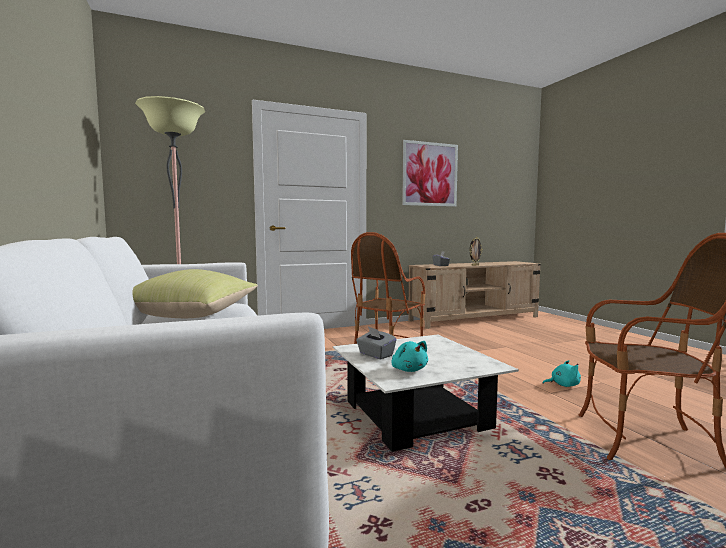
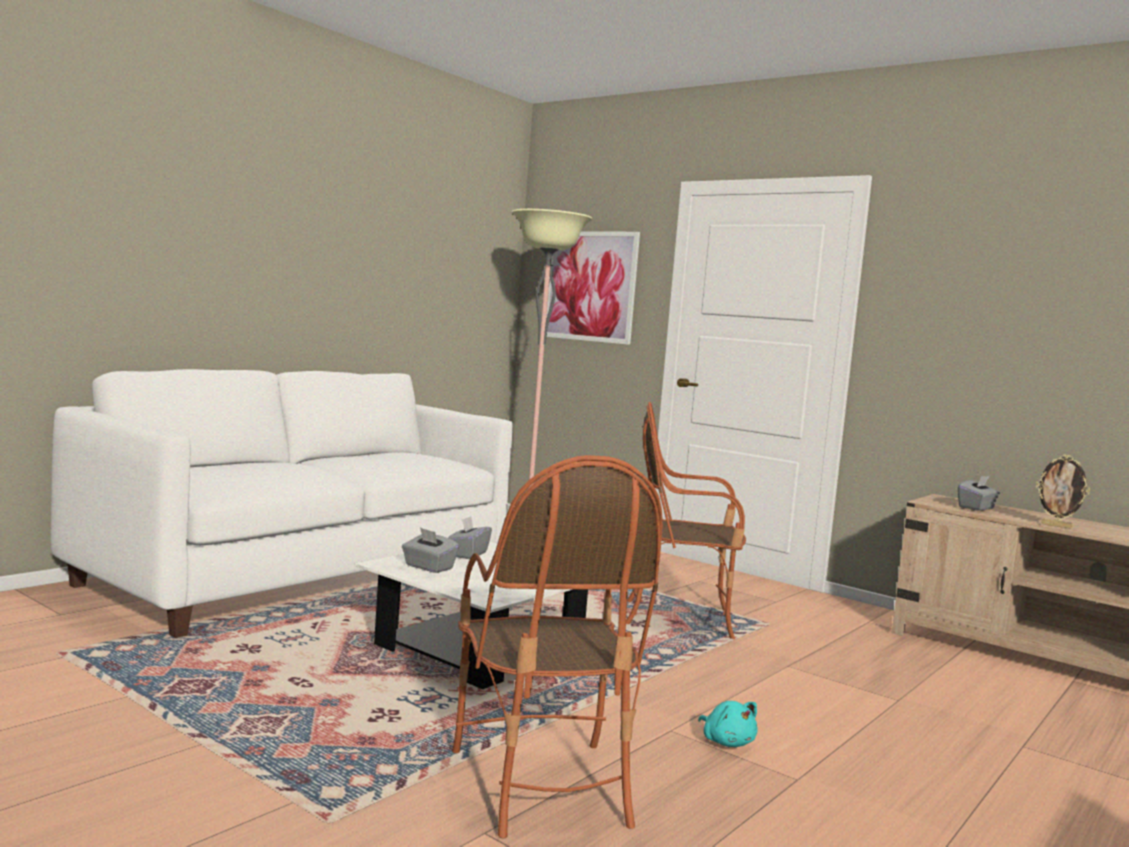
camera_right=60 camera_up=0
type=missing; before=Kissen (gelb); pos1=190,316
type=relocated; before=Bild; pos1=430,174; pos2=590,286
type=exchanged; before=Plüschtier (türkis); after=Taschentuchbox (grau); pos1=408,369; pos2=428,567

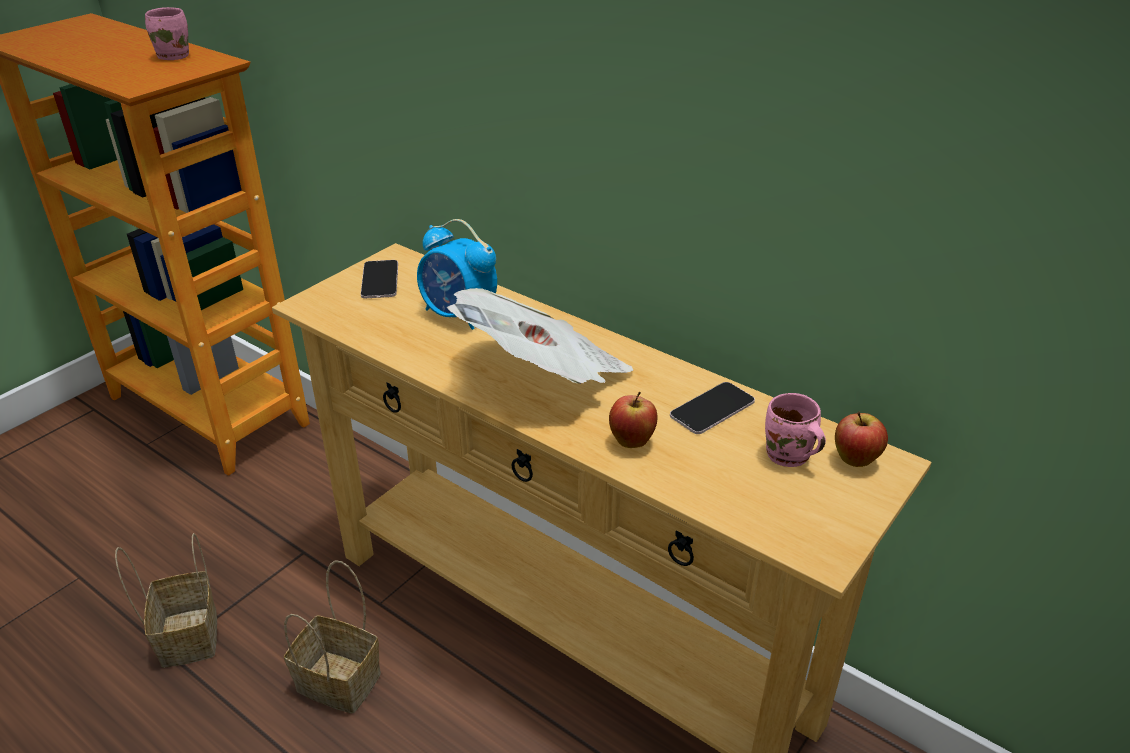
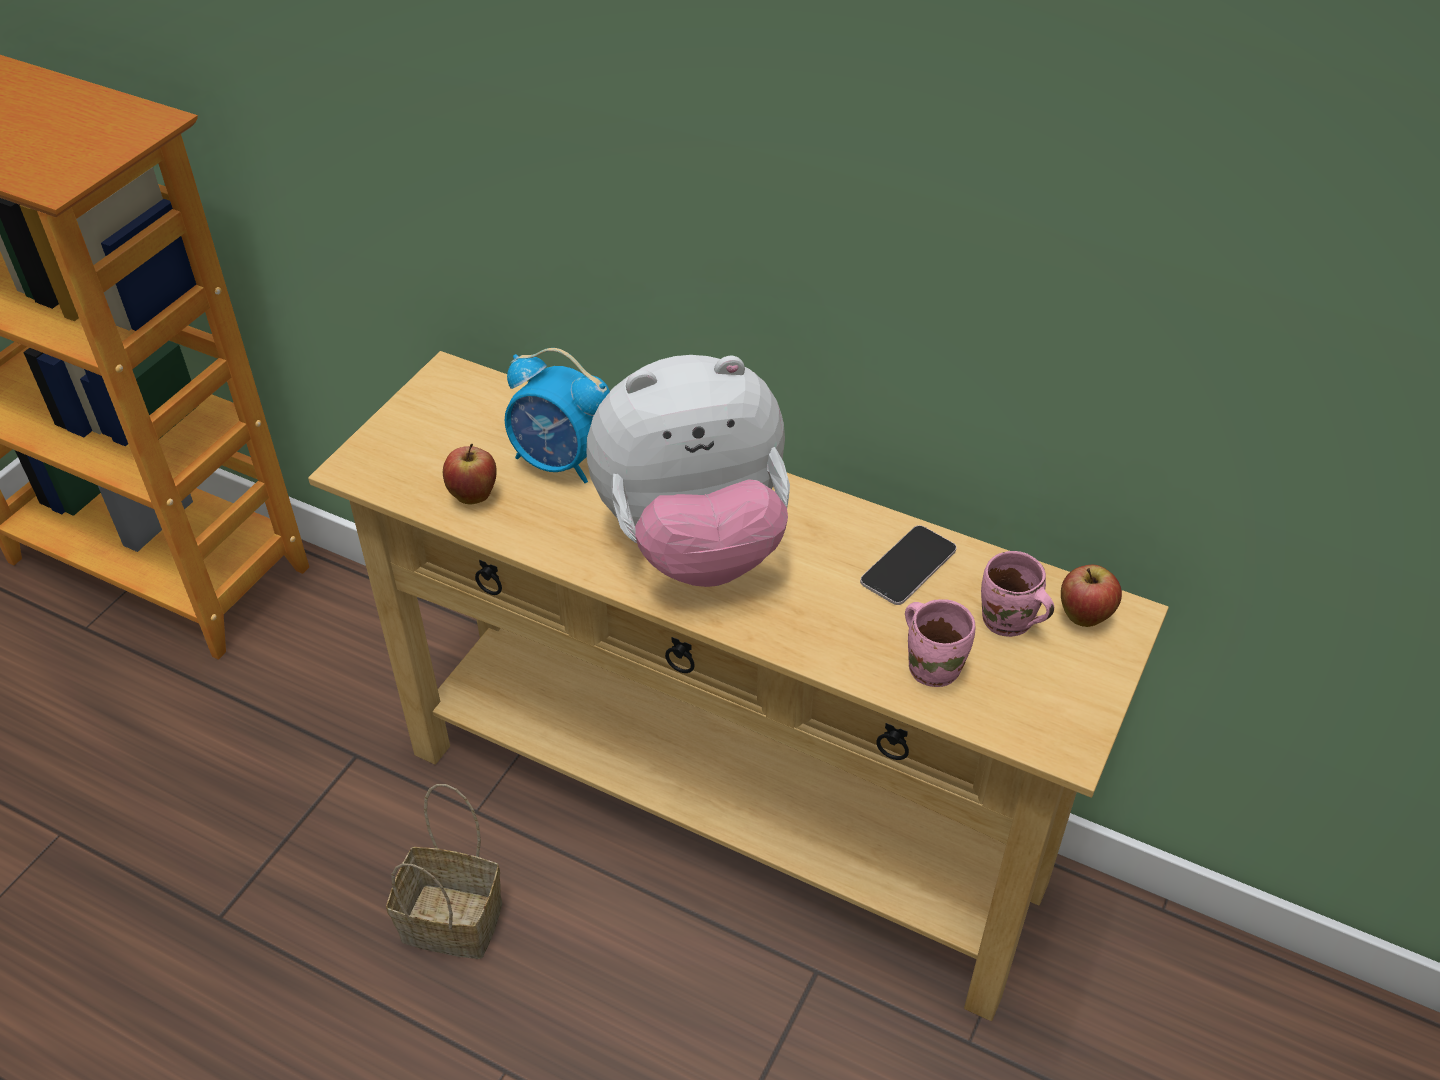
camera_right=-10 camera_up=10
type=missing; before=Korb; pos1=187,635
type=missing; before=Handy; pos1=380,280
type=relocated; before=Henkelbecher (rosa); pos1=175,55; pos2=934,665
type=relocated; before=Apfel; pos1=632,442; pos2=473,496
type=exchanged; before=Zeitung; after=Plüschtier; pos1=544,376; pos2=694,543

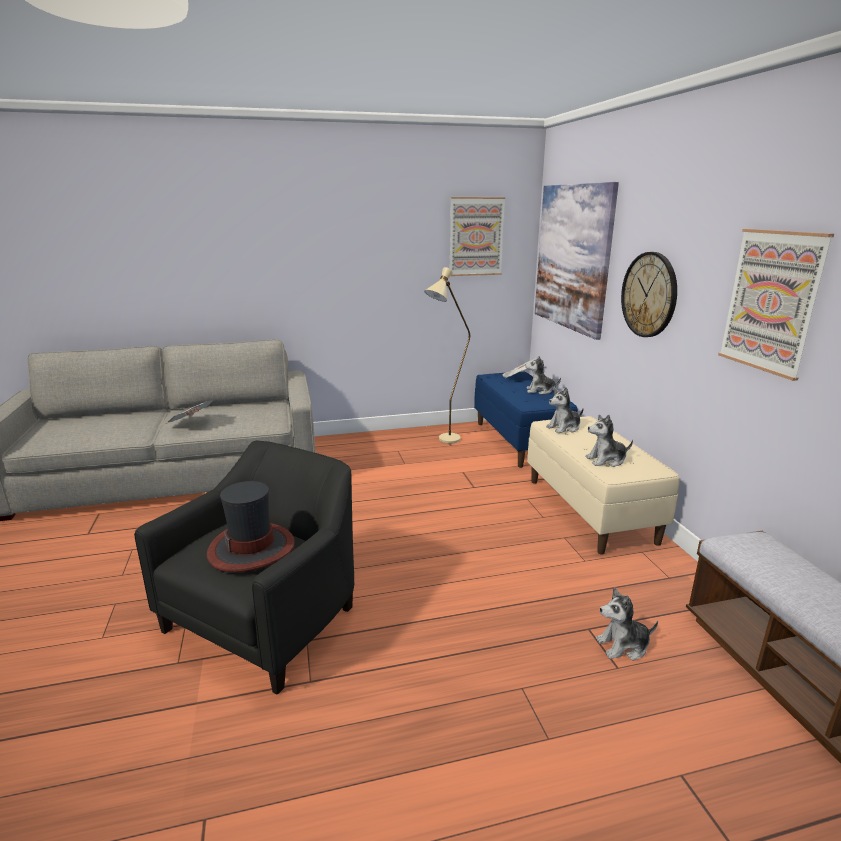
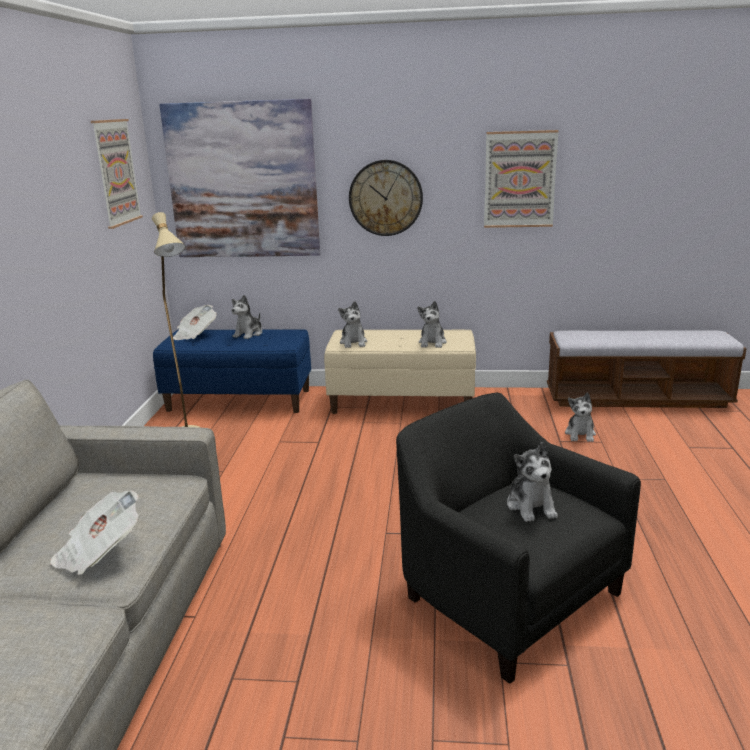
camera_right=-70 camera_up=0
type=exchanged; before=Hut; after=Plüschtier; pos1=252,548; pos2=531,506

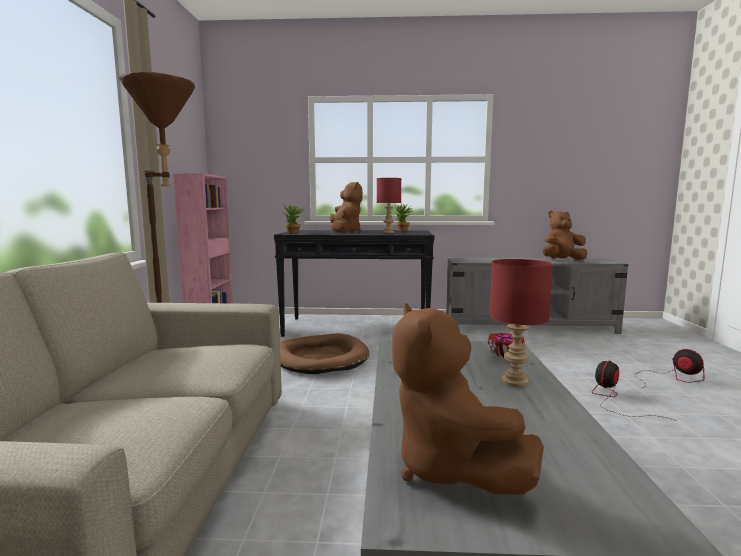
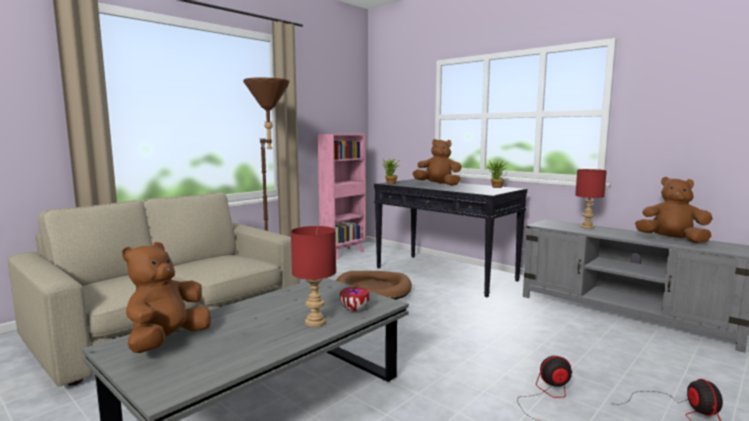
camera_right=40 camera_up=0
type=relocated; before=Tischlampe (rot); pos1=388,232; pos2=587,227
type=spun; before=Plüschtier (braun); pos1=345,232; pos2=438,185; turn=-105

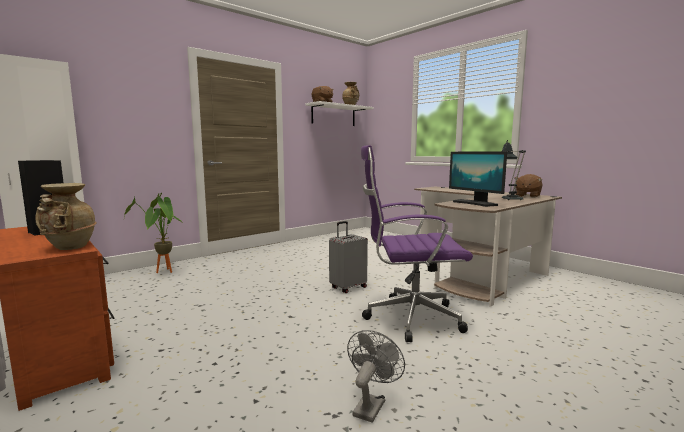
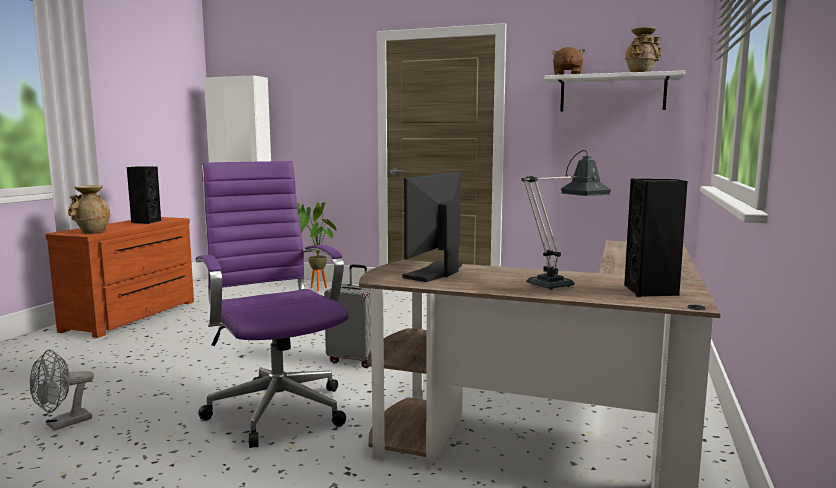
camera_right=60 camera_up=0
type=exchanged; before=Plüschtier (braun); after=Lautsprecher (schwarz); pos1=527,196; pos2=651,291
type=spun; before=Ventilator (grau); pos1=371,405; pos2=62,424; turn=135

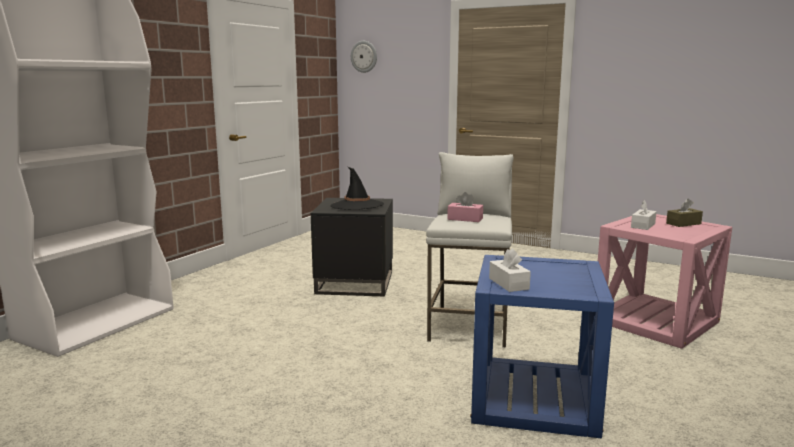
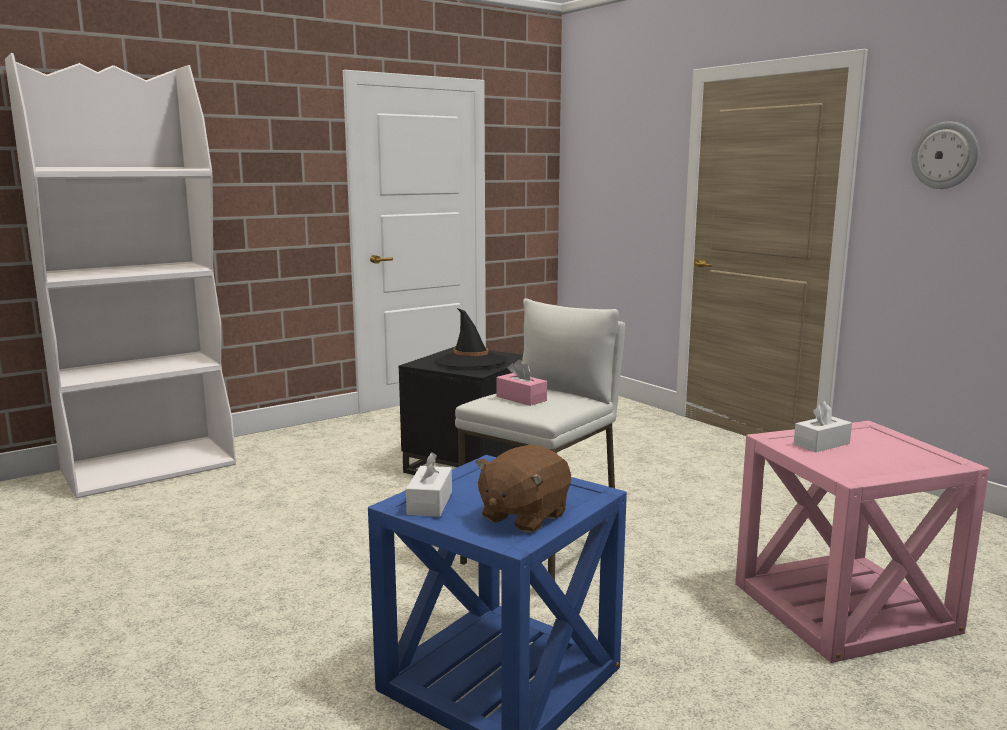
camera_right=25 camera_up=0
type=missing; before=Taschentuchbox (braun); pos1=683,223
type=appeared; after=Plüschtier (braun); pos2=523,516
type=relocated; before=Wanduhr; pos1=364,56; pos2=945,155

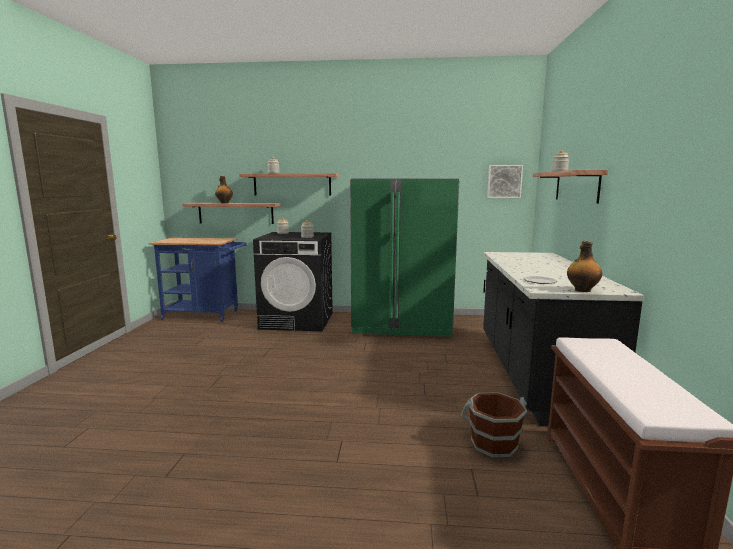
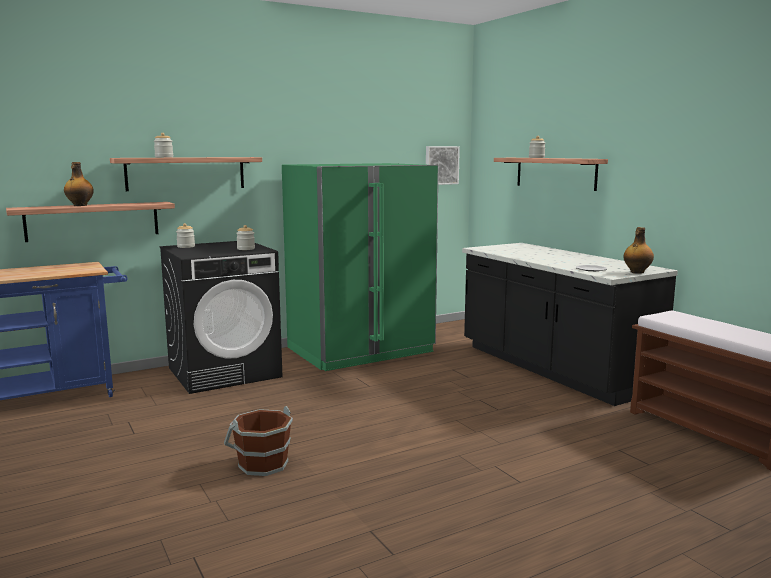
camera_right=-35 camera_up=0
type=relocated; before=Eimer (braun); pos1=493,443; pos2=262,464

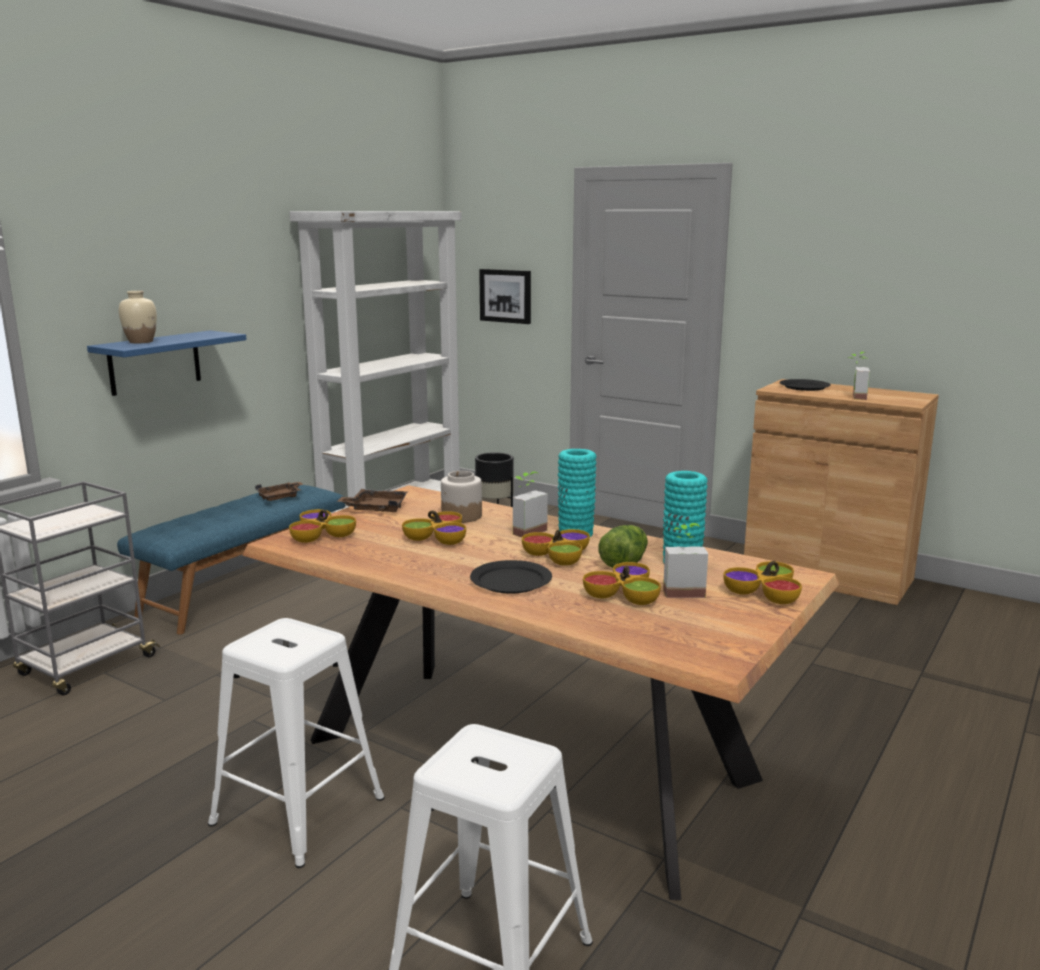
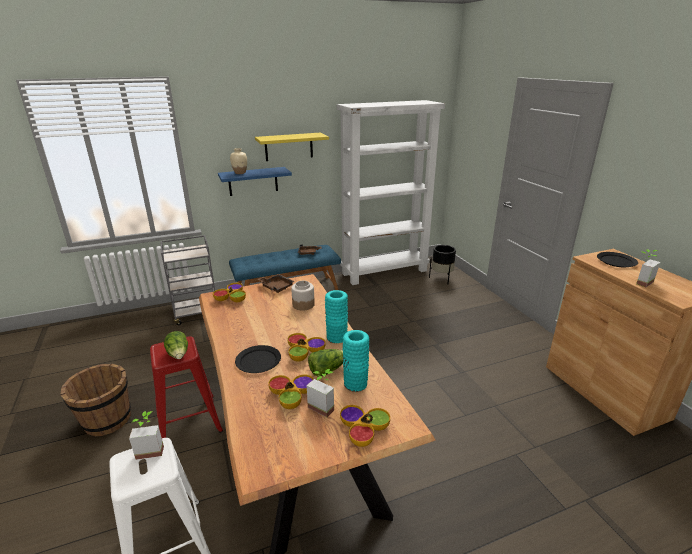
camera_right=35 camera_up=10
type=missing; before=Schüssel; pos1=438,537
type=missing; before=Bild; pos1=506,296
type=appeared; after=Eimer (braun); pos2=106,420
type=appeared; after=Salatkopf; pos2=179,354
type=appeared; after=Wandregal (gelb); pos2=289,146
type=relocated; before=Topfpflanze; pos1=525,530; pos2=151,448
type=colour; before=Hocker (weiß); after=Hocker (rot); pos1=295,811; pos2=188,420

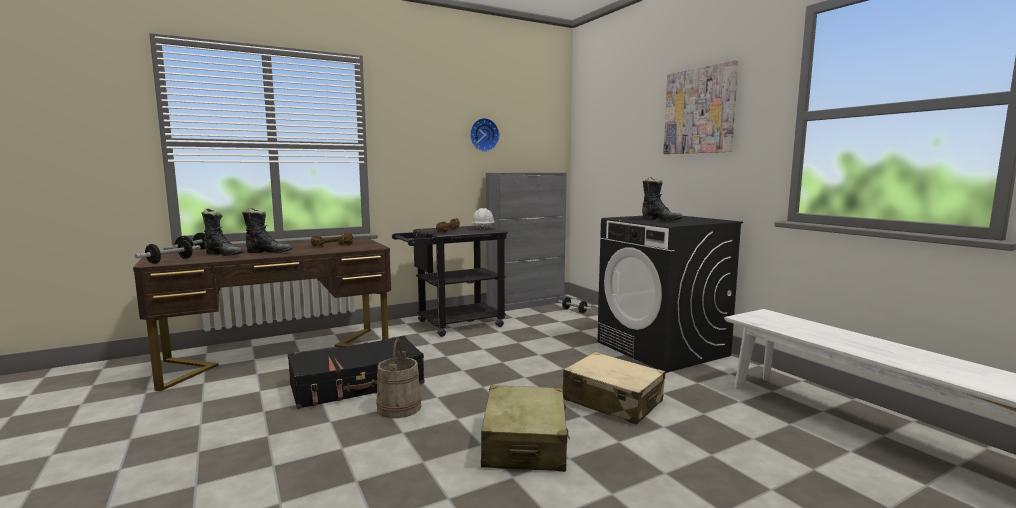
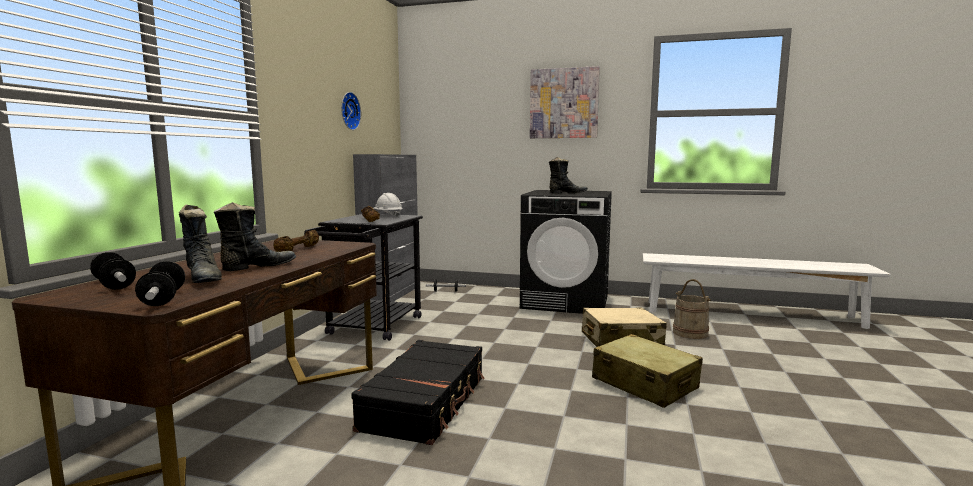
camera_right=-45 camera_up=0
type=relocated; before=Eimer (beige); pos1=399,408; pos2=690,333
type=spun; before=Stiefel (schwarz); pos1=224,254; pos2=204,279; turn=75

